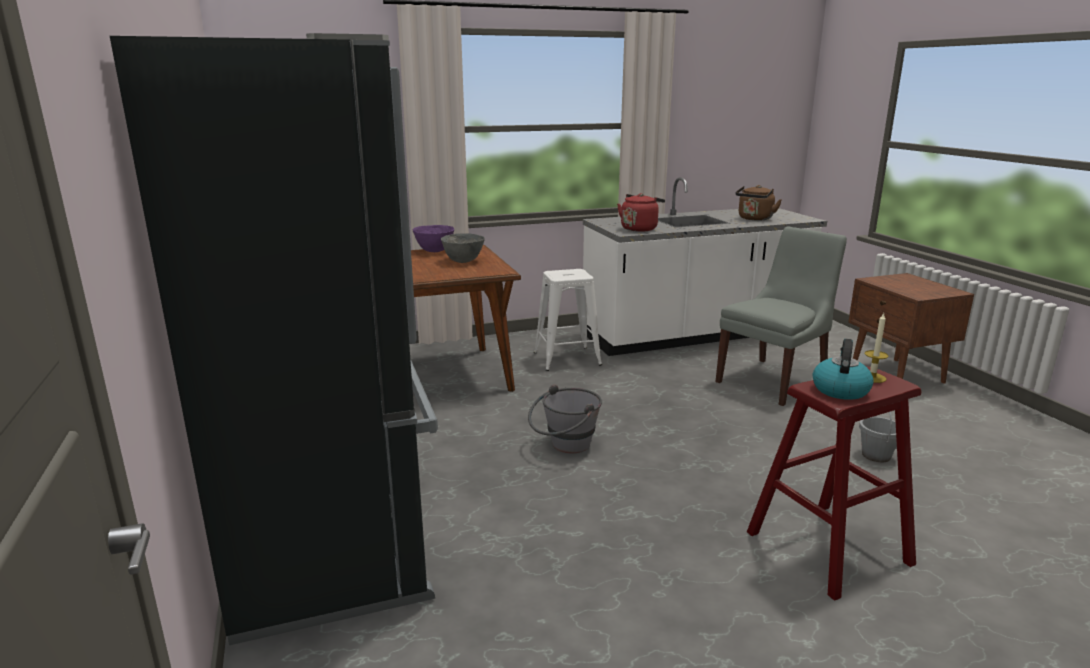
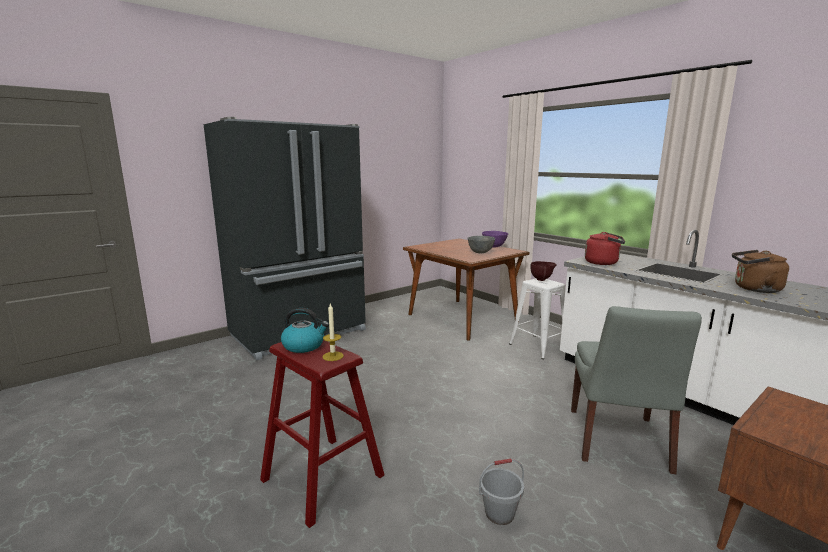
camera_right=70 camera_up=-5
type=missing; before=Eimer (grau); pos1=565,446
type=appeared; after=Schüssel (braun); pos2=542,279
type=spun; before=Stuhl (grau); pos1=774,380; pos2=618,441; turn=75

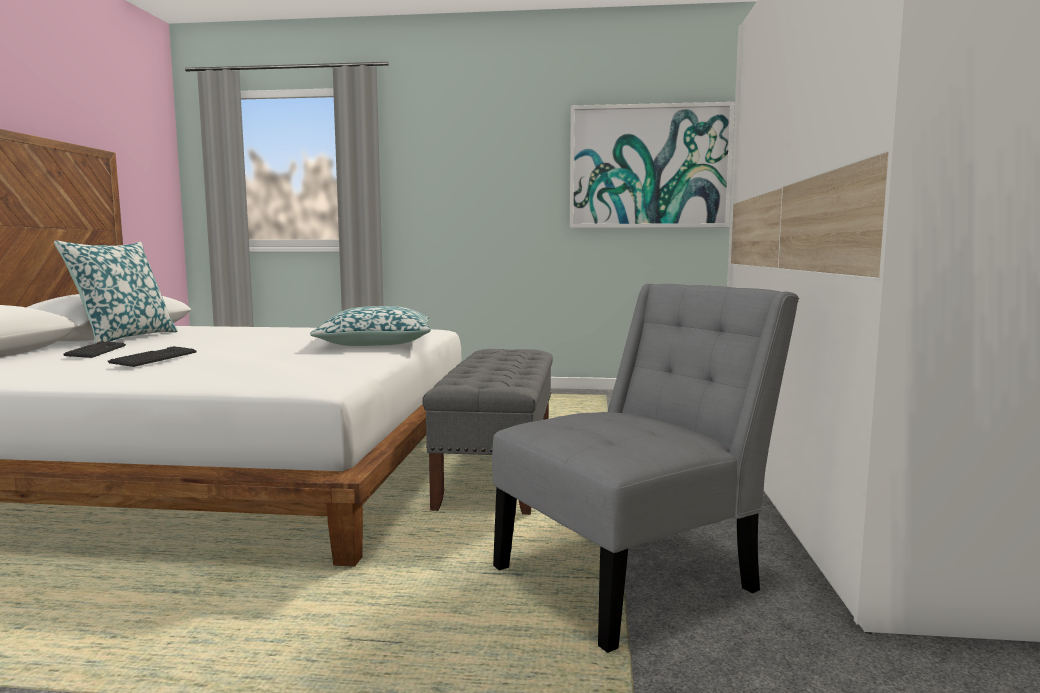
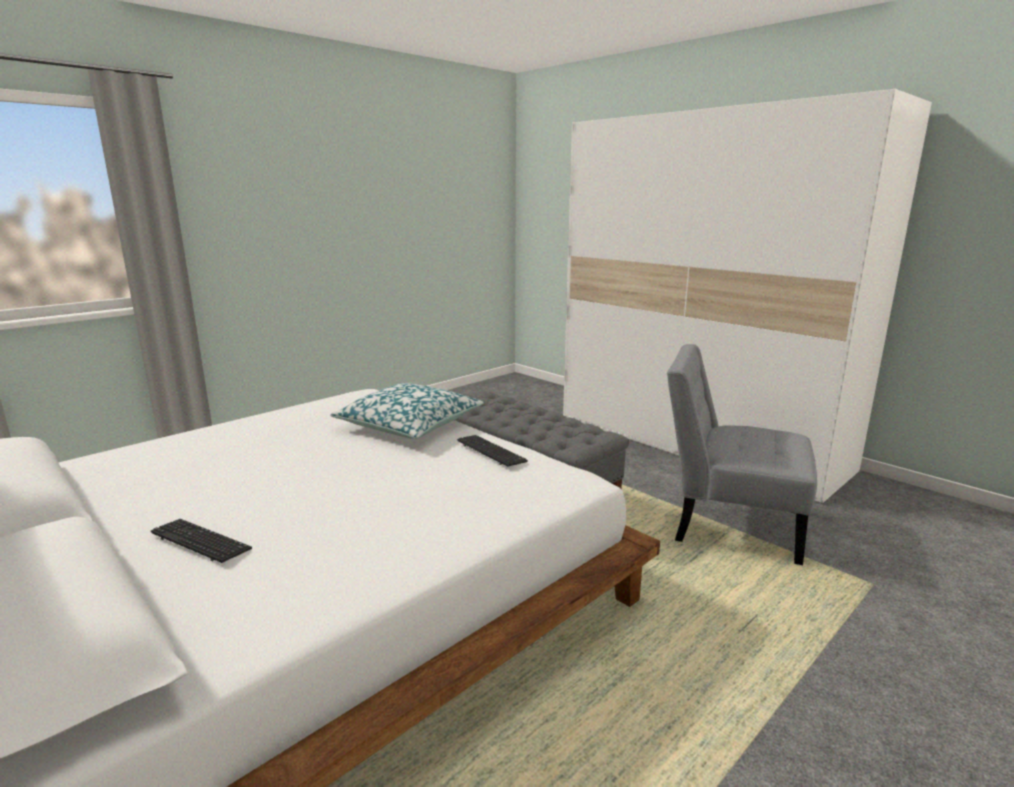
camera_right=-50 camera_up=10
type=missing; before=Kissen; pos1=124,338
type=missing; before=Bild; pos1=649,167
type=relocated; before=Tastatur; pos1=155,359; pos2=491,452
type=spun; before=Stuhl (grau); pos1=634,575; pos2=728,523; turn=-75

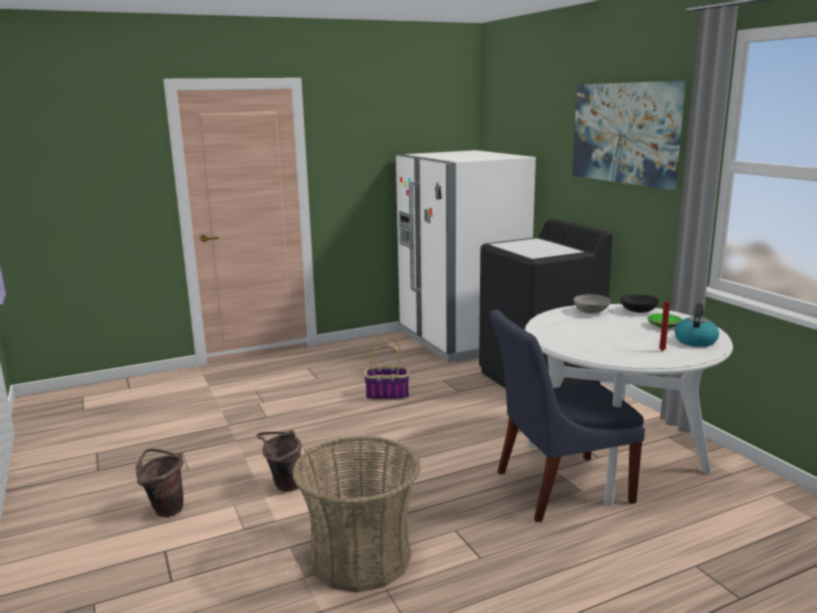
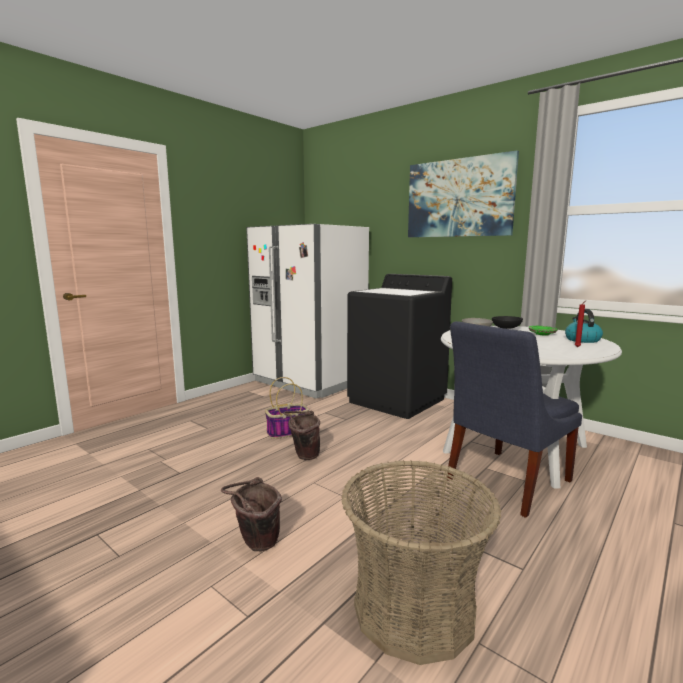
camera_right=-25 camera_up=-5
type=relocated; before=Eimer (braun); pos1=165,509; pos2=303,456

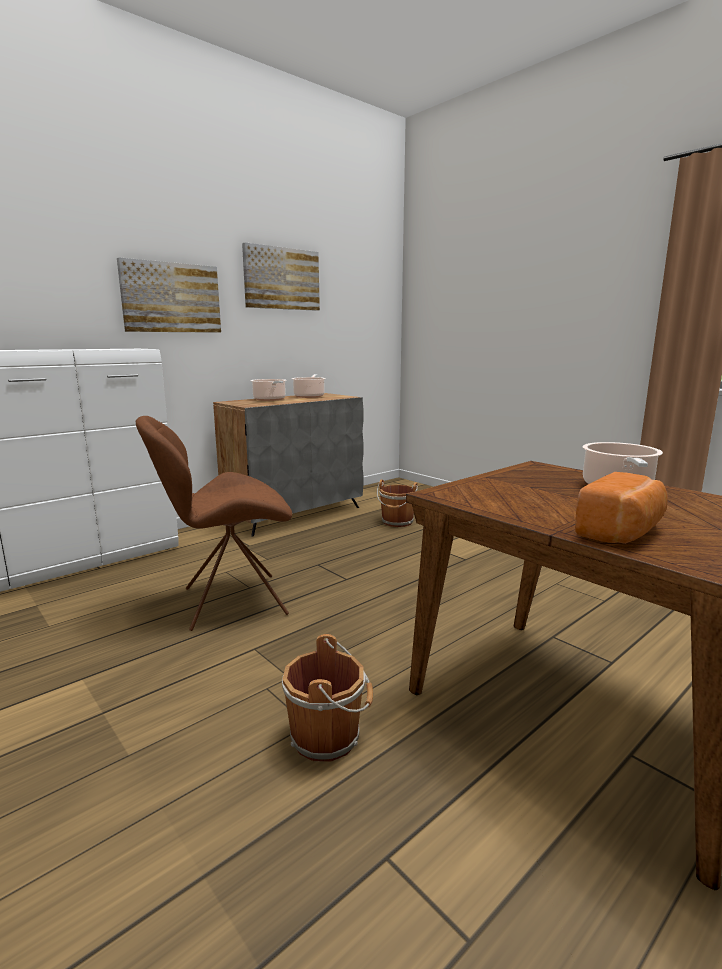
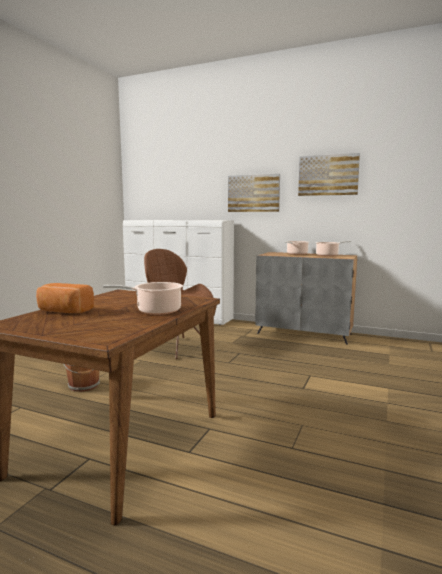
camera_right=65 camera_up=-5
type=missing; before=Eimer (braun); pos1=397,522

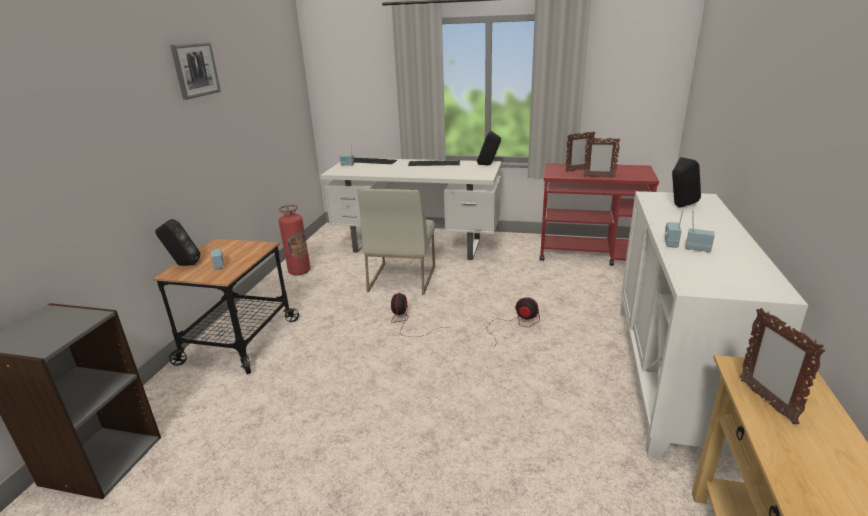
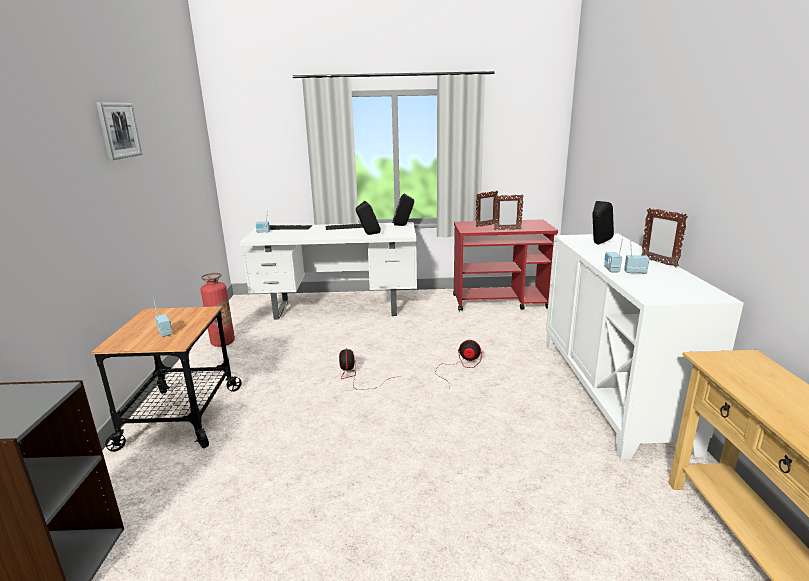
camera_right=-15 camera_up=-5
type=missing; before=Stuhl (weiß); pos1=401,278
type=relocated; before=Lautsprecher (schwarz); pos1=183,265; pos2=368,234
type=relocated; before=Bilderrahmen; pos1=766,401; pos2=658,262

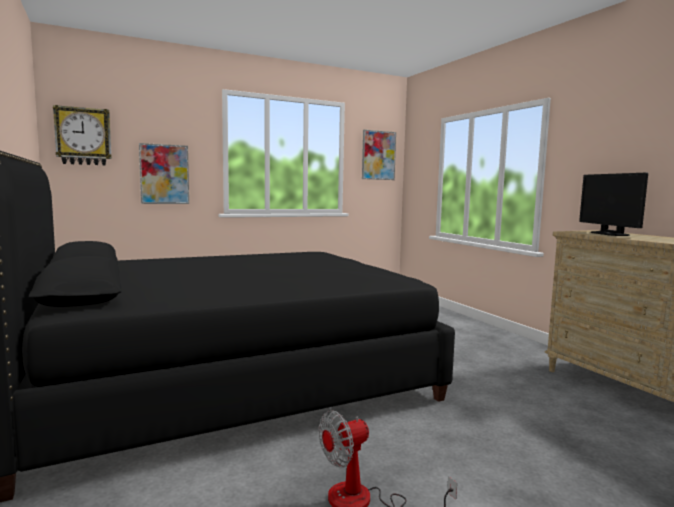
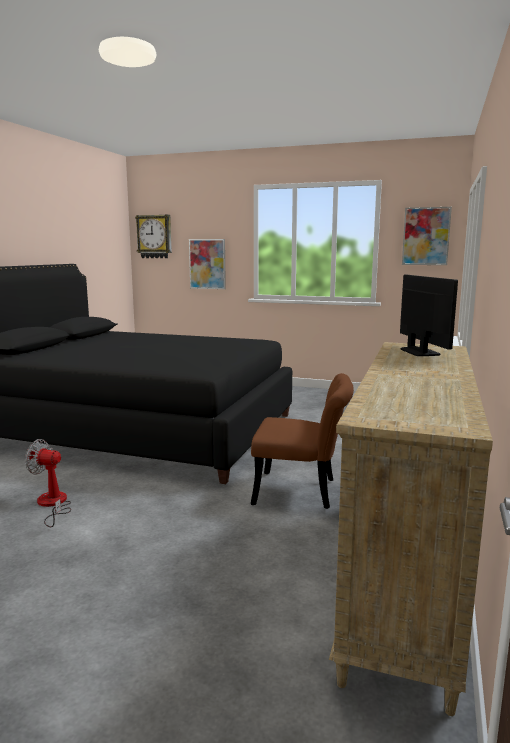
camera_right=45 camera_up=5
type=appeared; after=Stuhl (braun); pos2=303,492
type=spun; before=Monitor; pos1=609,234; pos2=419,352; turn=135

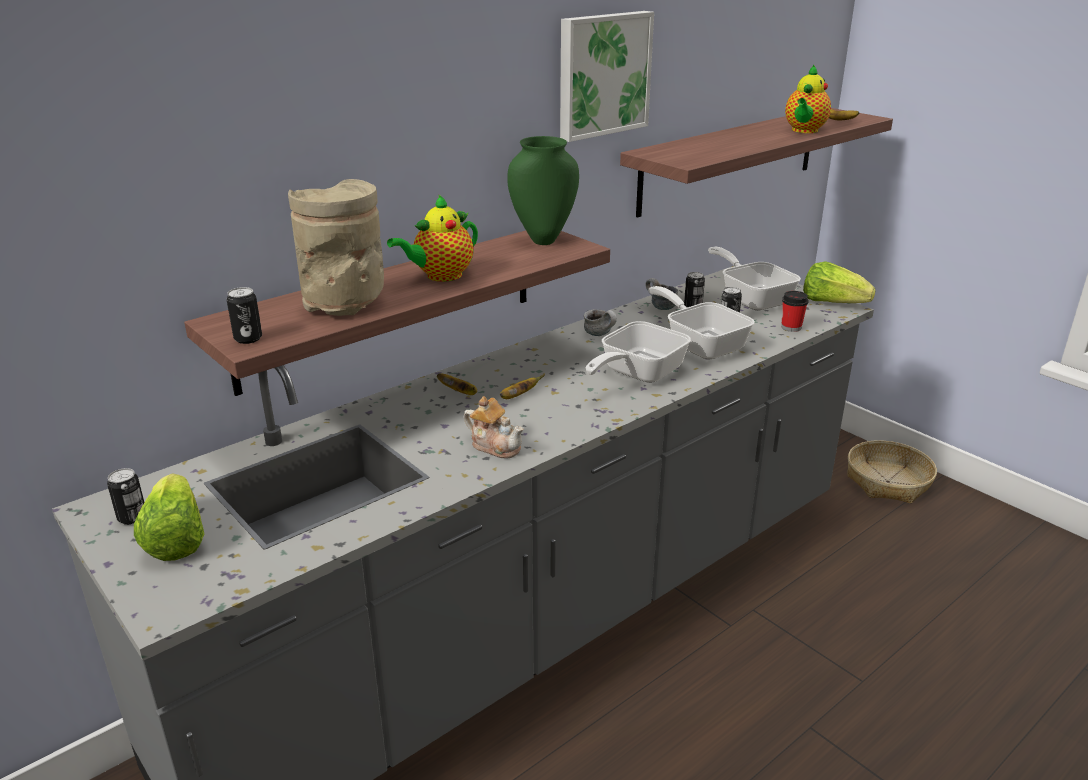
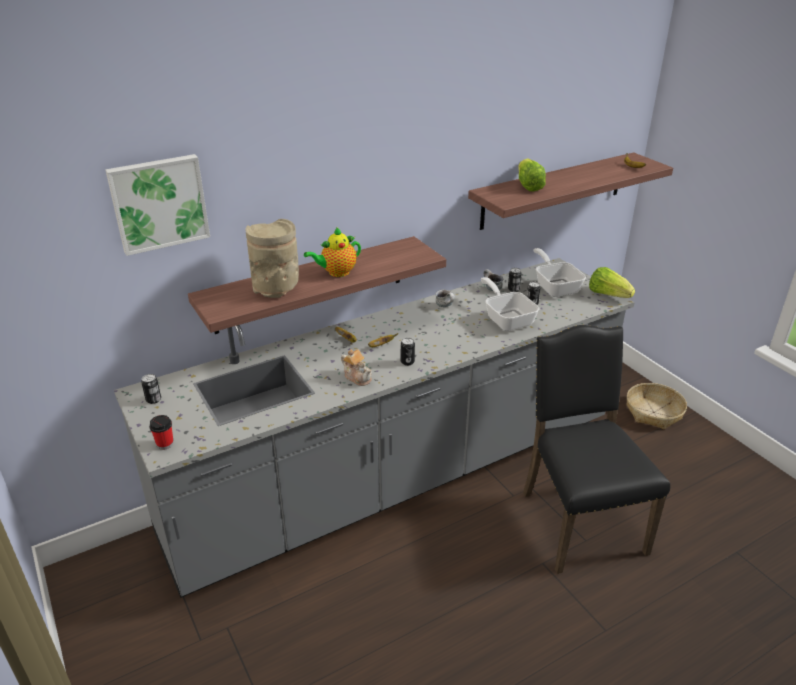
camera_right=10 camera_up=5
type=missing; before=Vase (grün); pos1=543,240
type=missing; before=Pfanne; pos1=636,374
type=missing; before=Teekanne; pos1=804,131
type=appeared; after=Stuhl (schwarz); pos2=578,520
type=relocated; before=Salatkopf; pos1=176,539; pos2=528,186
type=relocated; before=Dose; pos1=248,338; pos2=407,362
type=relocated; before=Bild; pos1=602,74; pos2=159,203
type=relocated; before=Tasse; pos1=791,327; pos2=165,444

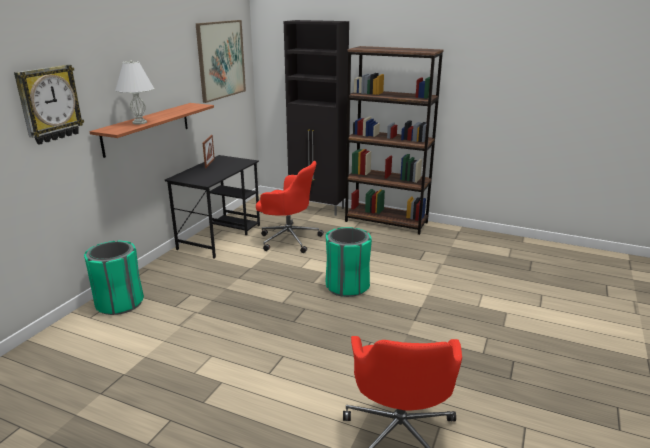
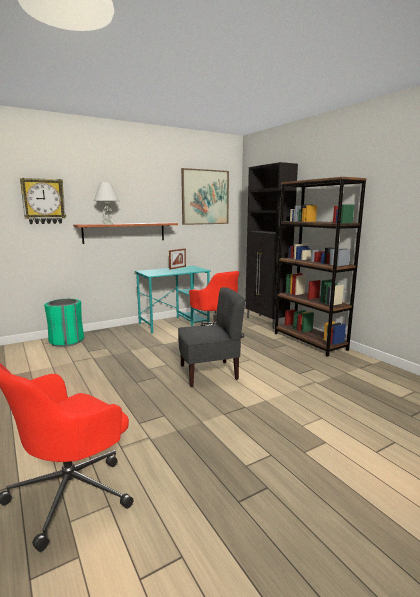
camera_right=35 camera_up=-10
type=exchanged; before=Mülleimer (grün); after=Stuhl (grau); pos1=347,286; pos2=209,373
type=colour; before=Schreibtisch (schwarz); after=Schreibtisch (türkis); pos1=220,236; pos2=174,323

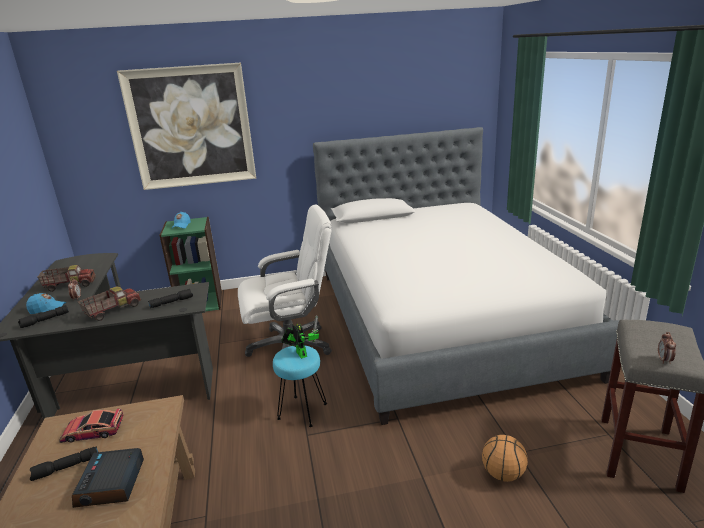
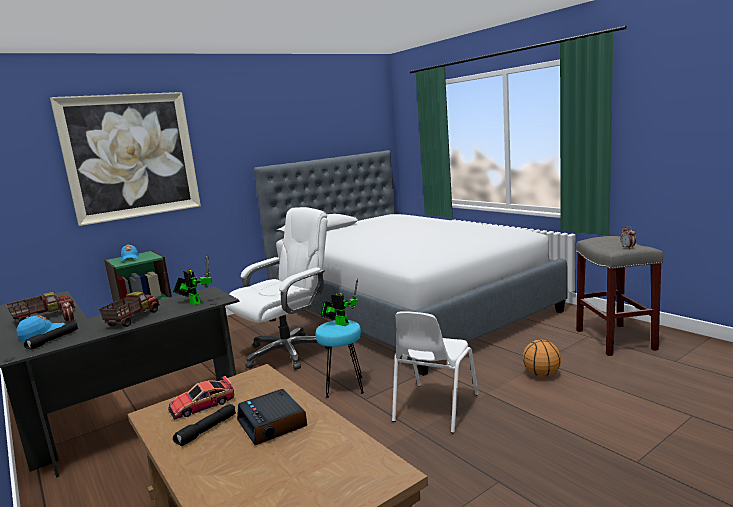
camera_right=-25 camera_up=-10
type=appeared; after=Stuhl (weiß); pos2=434,408
type=exchanged; before=Taschenlampe (schwarz); after=Spielzeugroboter; pos1=172,302; pos2=194,302

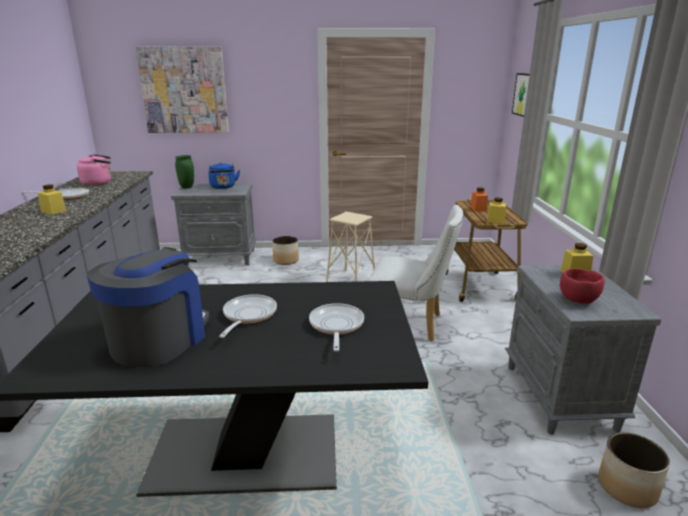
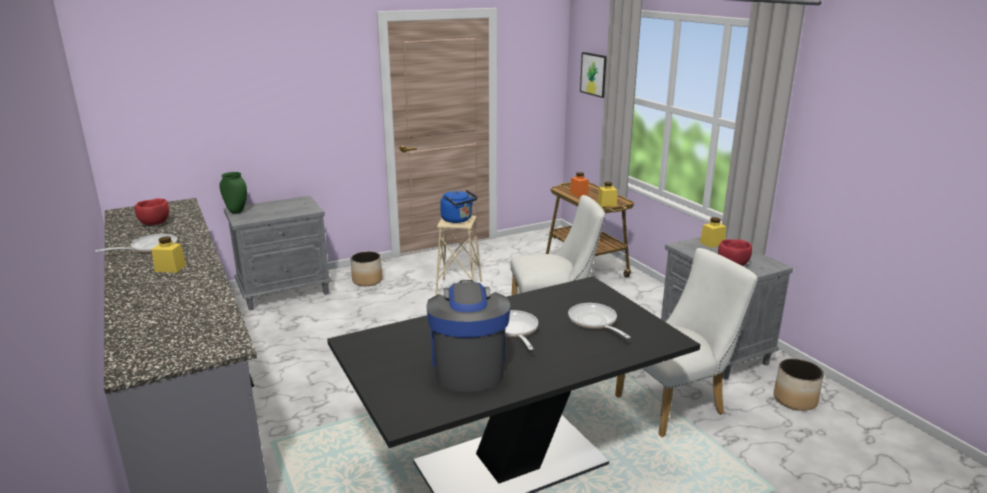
camera_right=-25 camera_up=0
type=missing; before=Bild; pos1=184,90
type=appeared; after=Stuhl (weiß); pos2=676,404
type=relocated; before=Wasserkessel (blau); pos1=223,187; pos2=458,220
type=exchanged; before=Wasserkessel (rosa); after=Schüssel (rot); pos1=99,183; pos2=155,223

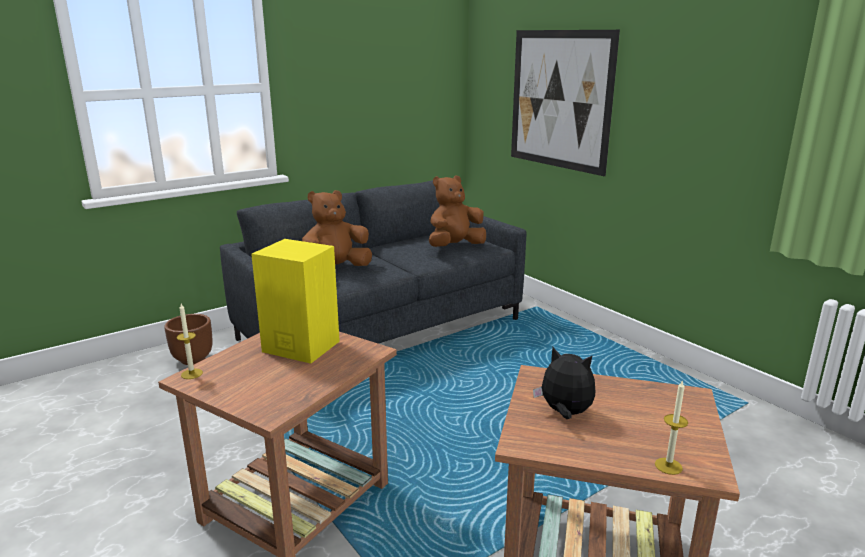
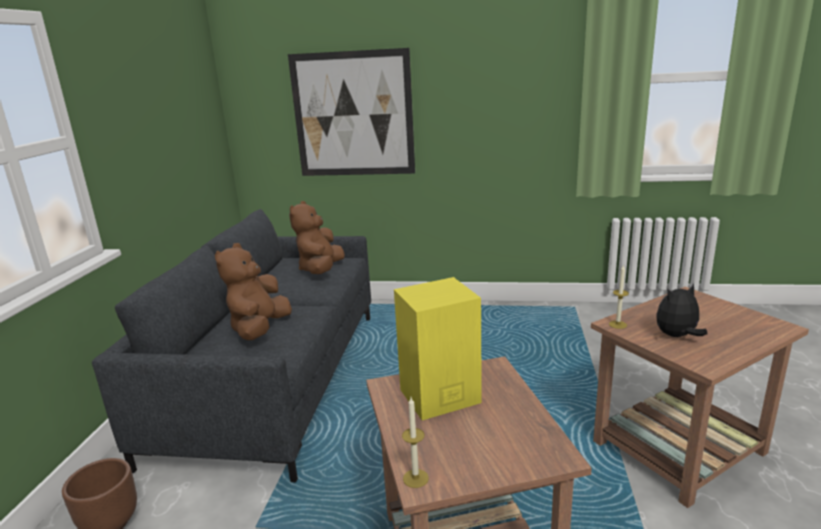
camera_right=-45 camera_up=0
type=relocated; before=Kerze; pos1=668,466; pos2=617,324

